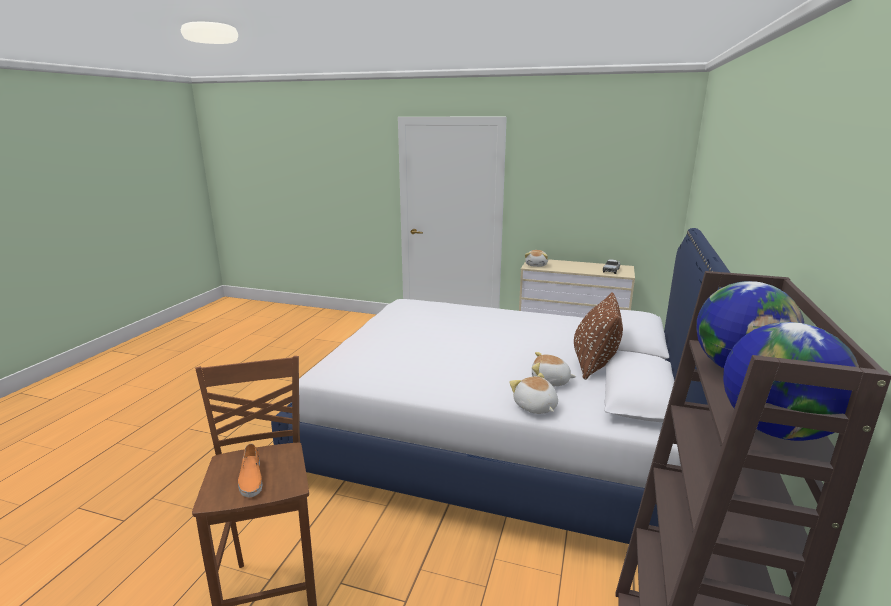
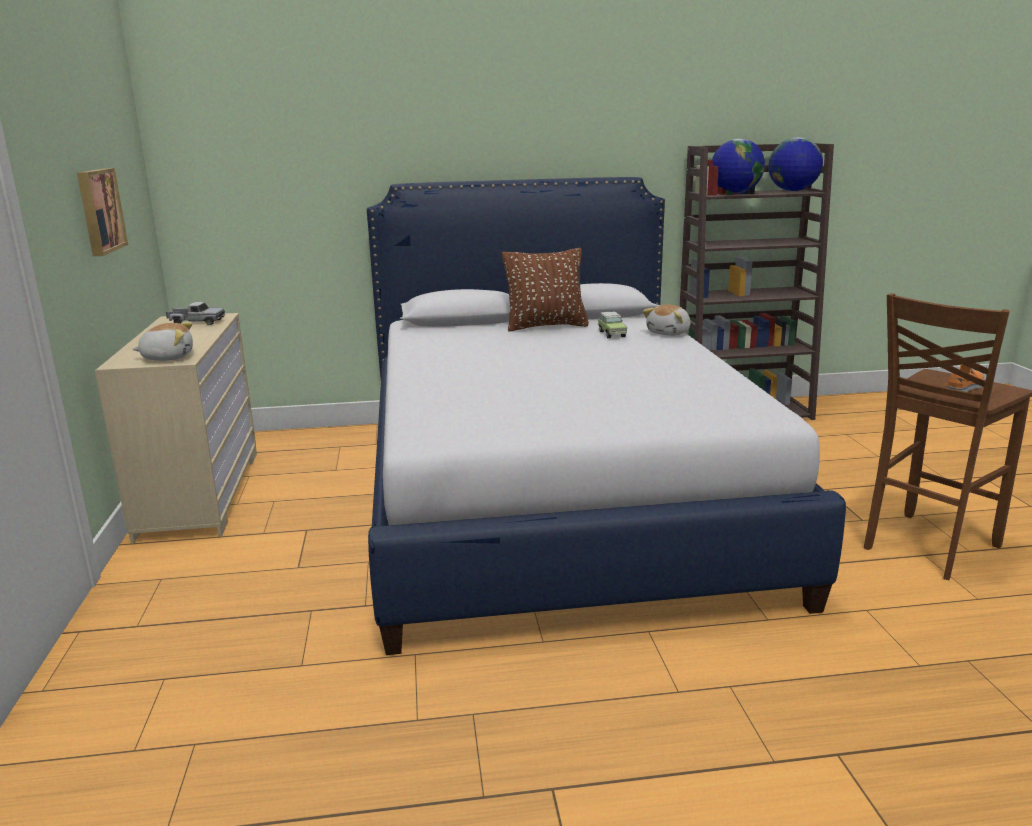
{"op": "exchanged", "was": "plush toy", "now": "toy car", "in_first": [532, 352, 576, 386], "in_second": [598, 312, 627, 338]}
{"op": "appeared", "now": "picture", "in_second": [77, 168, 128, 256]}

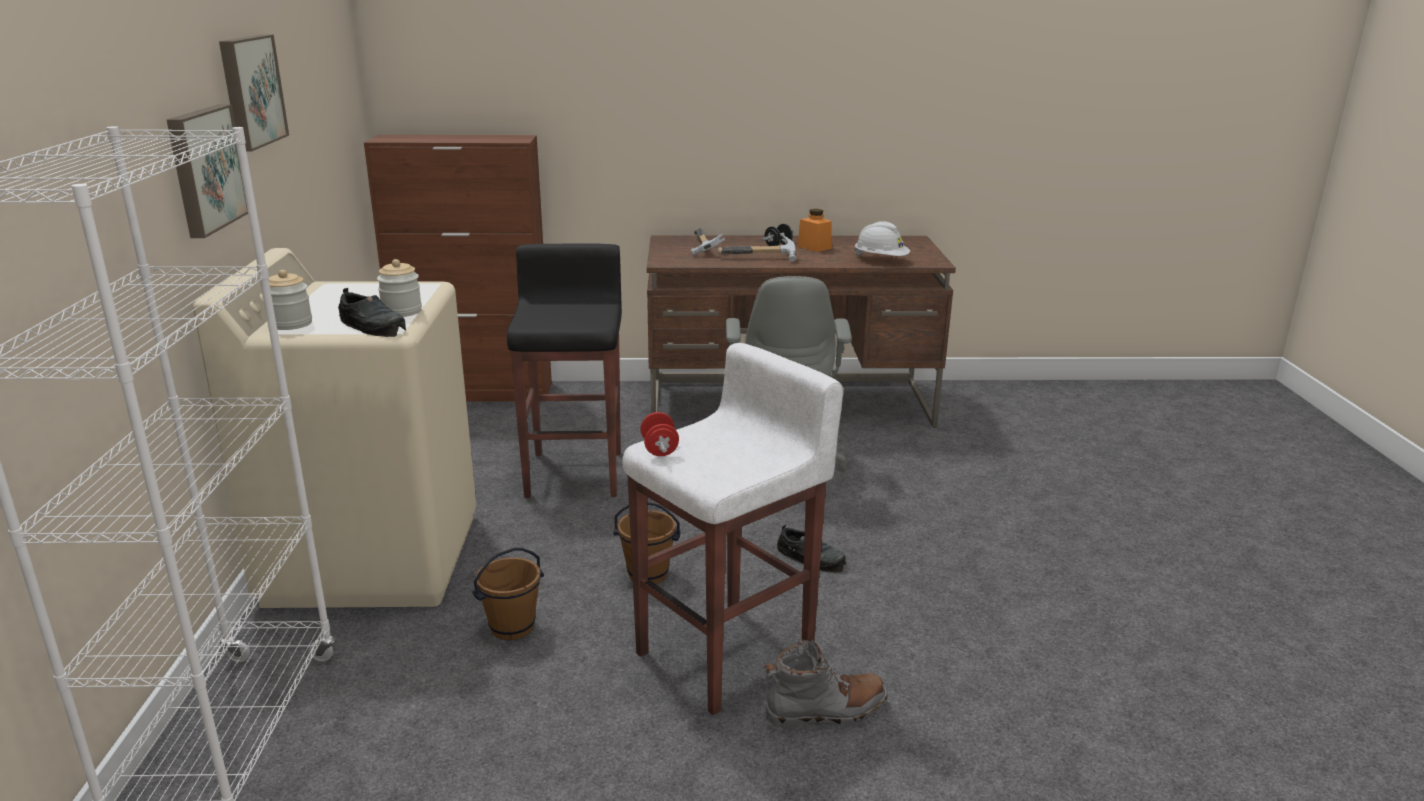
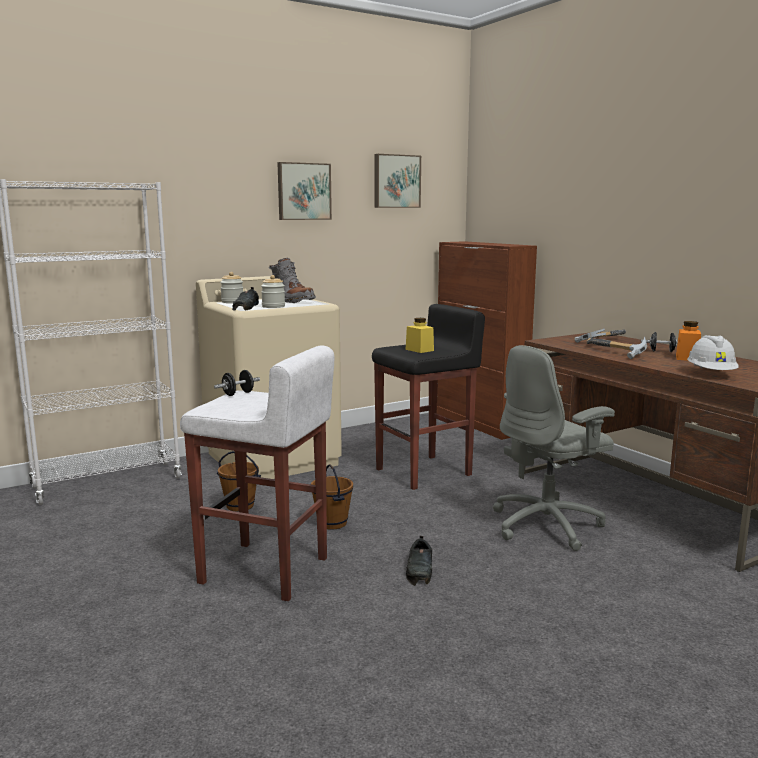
{"op": "relocated", "was": "picture", "in_first": [167, 104, 248, 238], "in_second": [375, 154, 421, 208]}
{"op": "colour", "was": "red dumbbell", "now": "black dumbbell", "in_first": [640, 412, 679, 456], "in_second": [214, 370, 260, 396]}
{"op": "relocated", "was": "grey boot", "in_first": [764, 639, 888, 729], "in_second": [269, 258, 316, 303]}
{"op": "appeared", "now": "yellow jar", "in_second": [406, 318, 434, 353]}

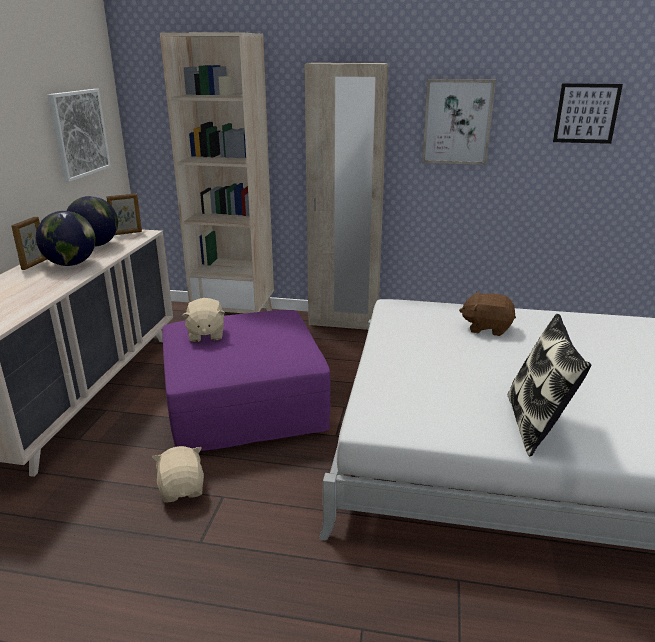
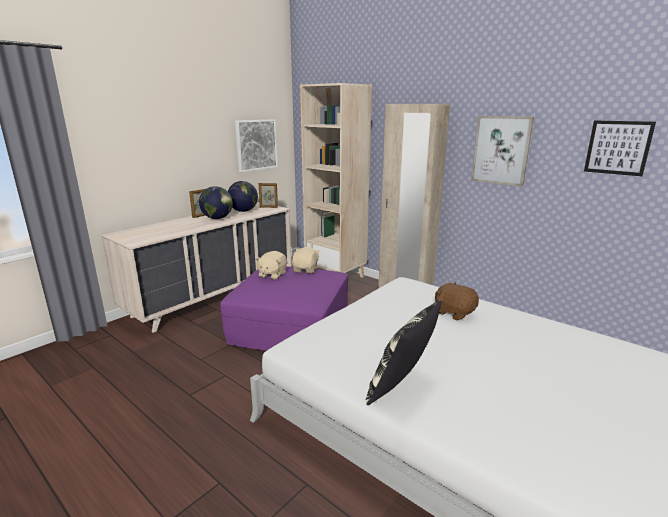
{"op": "relocated", "was": "beige plush toy", "in_first": [152, 446, 204, 502], "in_second": [292, 247, 320, 274]}

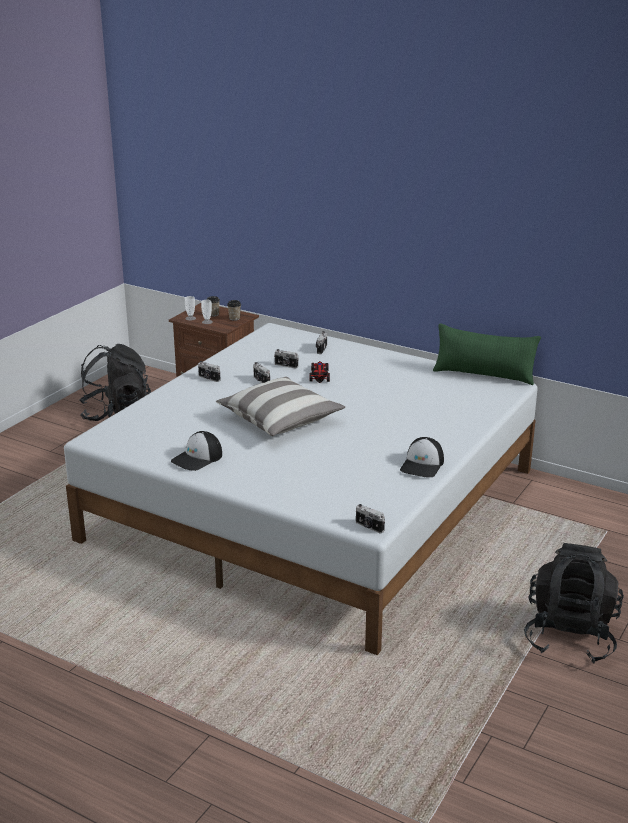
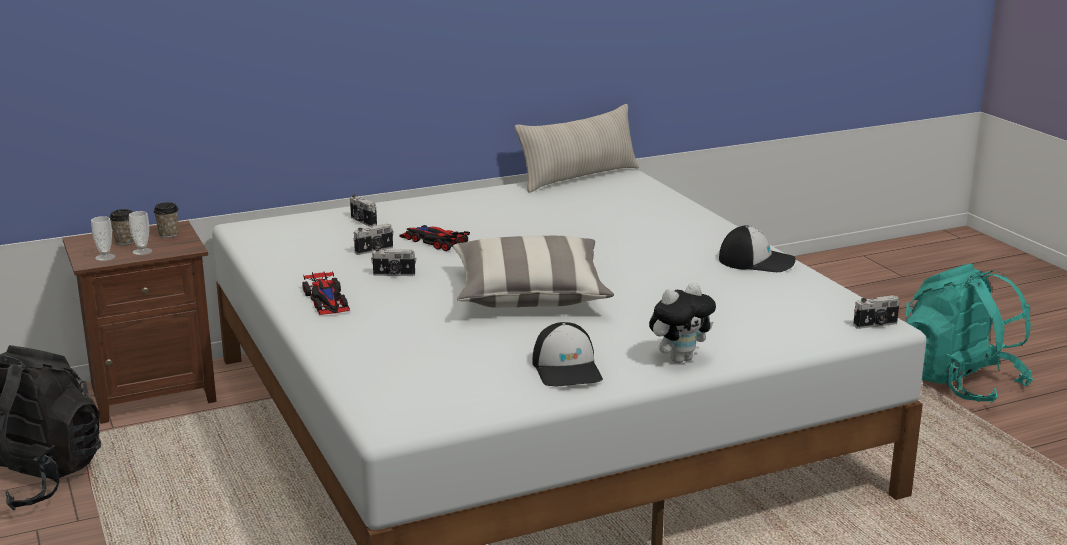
{"op": "exchanged", "was": "photo camera", "now": "toy car", "in_first": [198, 361, 221, 382], "in_second": [302, 271, 350, 315]}
{"op": "spun", "was": "cap", "in_first": [400, 437, 444, 477], "in_second": [719, 225, 796, 272], "clockwise": -45}
{"op": "colour", "was": "green pillow", "now": "beige pillow", "in_first": [433, 323, 541, 385], "in_second": [515, 104, 639, 193]}
{"op": "colour", "was": "black backpack", "now": "turquoise backpack", "in_first": [524, 543, 624, 664], "in_second": [906, 263, 1033, 403]}
{"op": "appeared", "now": "plush toy", "in_second": [649, 283, 716, 363]}

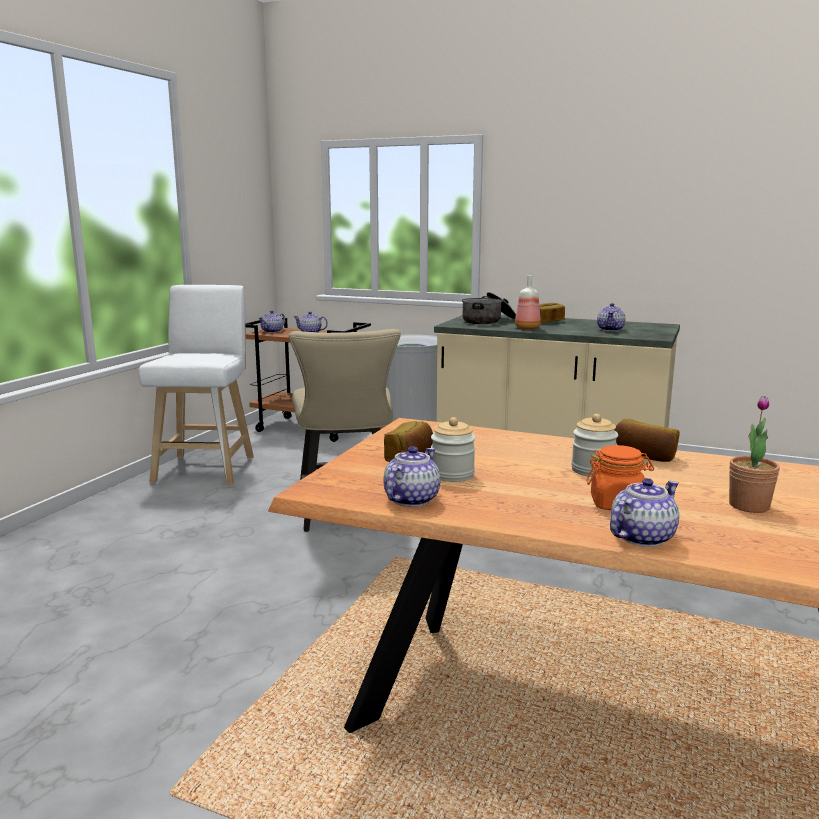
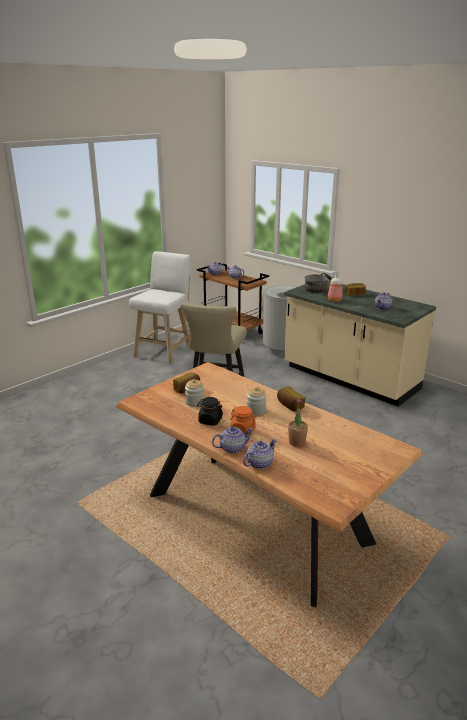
{"op": "relocated", "was": "teapot", "in_first": [384, 446, 440, 507], "in_second": [243, 439, 277, 469]}
{"op": "appeared", "now": "black jar", "in_second": [197, 397, 223, 426]}

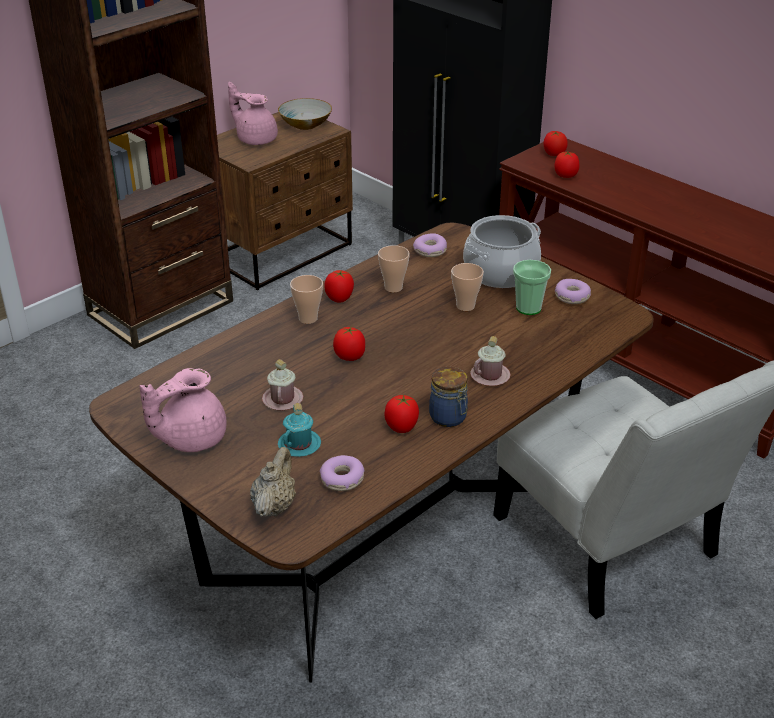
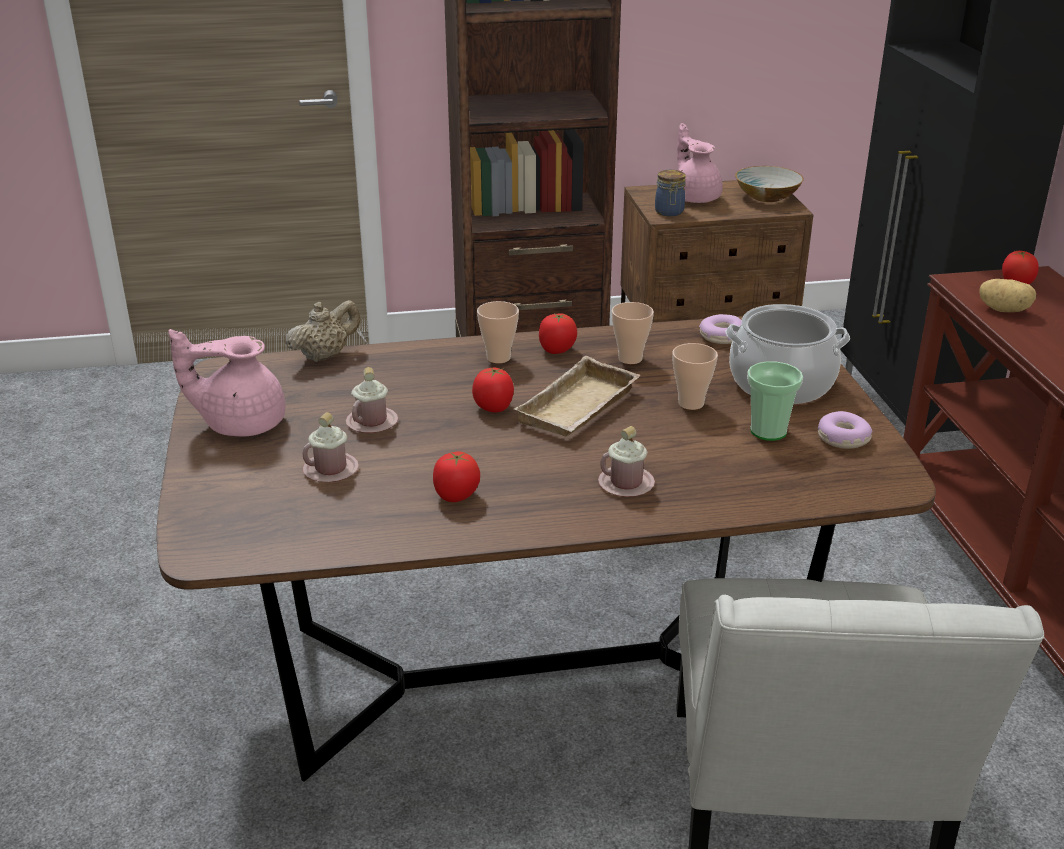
{"op": "relocated", "was": "beige teapot", "in_first": [250, 447, 296, 517], "in_second": [286, 300, 360, 362]}
{"op": "colour", "was": "turquoise mug", "now": "pink mug", "in_first": [278, 403, 321, 457], "in_second": [302, 412, 359, 482]}
{"op": "missing", "was": "donut", "in_first": [320, 455, 365, 491]}
{"op": "relocated", "was": "jar", "in_first": [429, 367, 468, 427], "in_second": [655, 170, 686, 217]}
{"op": "exchanged", "was": "tomato", "now": "potato", "in_first": [554, 151, 580, 178], "in_second": [979, 279, 1036, 312]}
{"op": "appeared", "now": "beige tray", "in_second": [514, 356, 640, 437]}

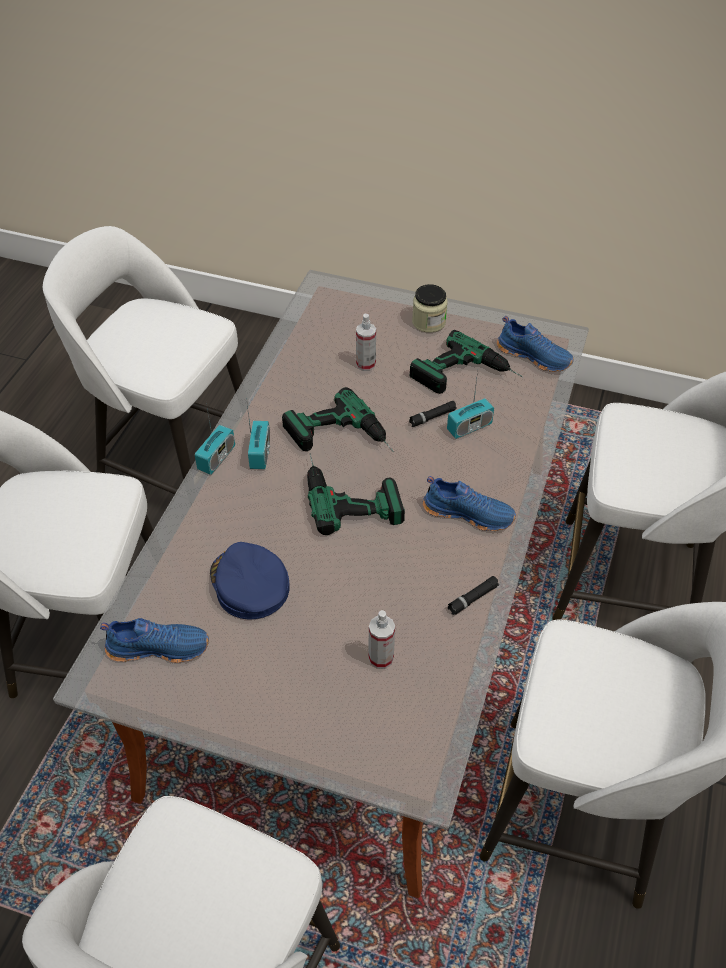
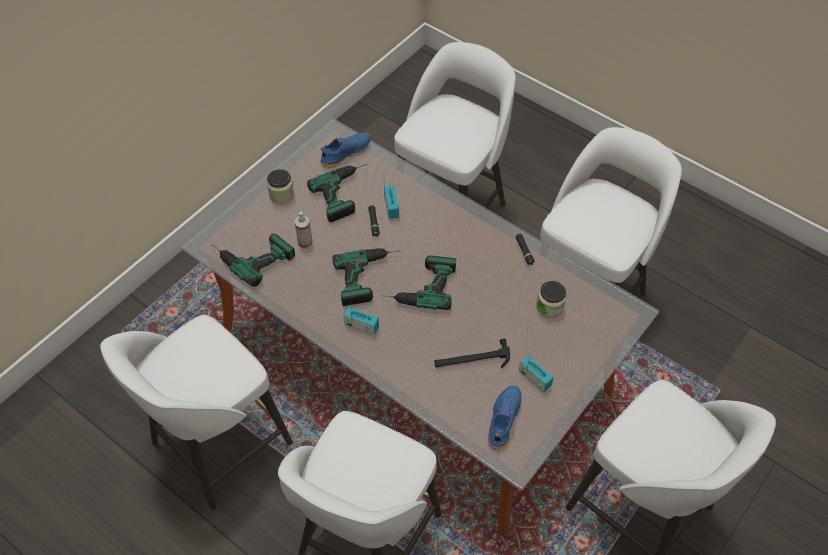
{"op": "relocated", "was": "radio", "in_first": [195, 403, 235, 475], "in_second": [519, 351, 554, 393]}
{"op": "exchanged", "was": "blue cap", "now": "hammer", "in_first": [210, 542, 289, 620], "in_second": [434, 338, 510, 368]}
{"op": "exchanged", "was": "spray bottle", "now": "jar", "in_first": [368, 610, 395, 669], "in_second": [536, 281, 567, 318]}
{"op": "missing", "was": "blue shoe", "in_first": [422, 476, 516, 531]}
{"op": "appeared", "now": "power drill", "in_second": [213, 234, 295, 287]}

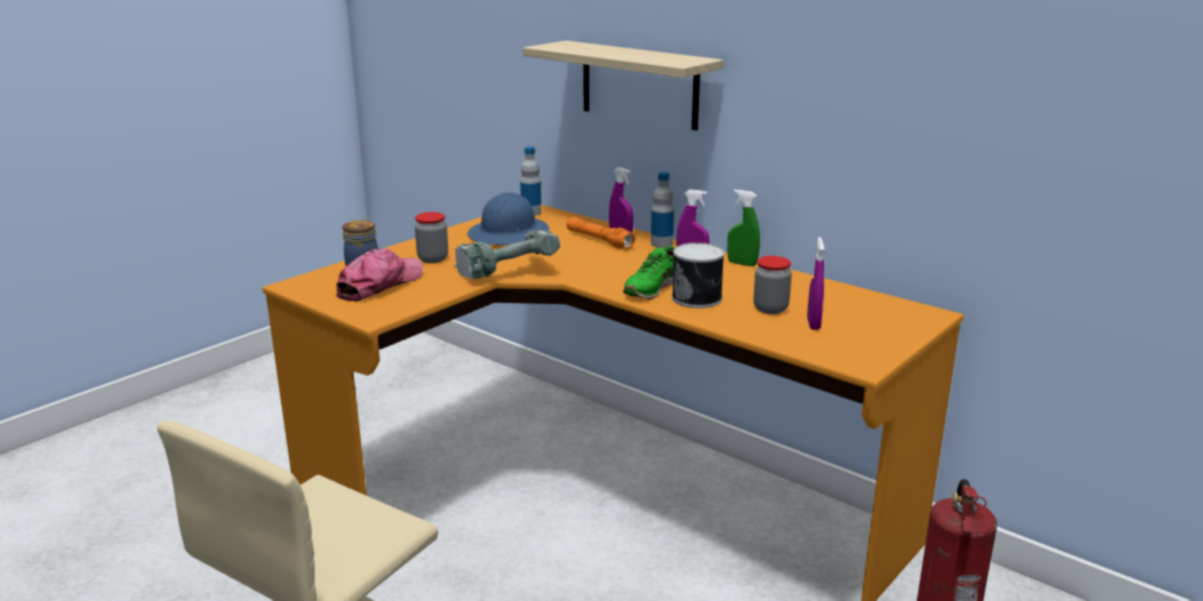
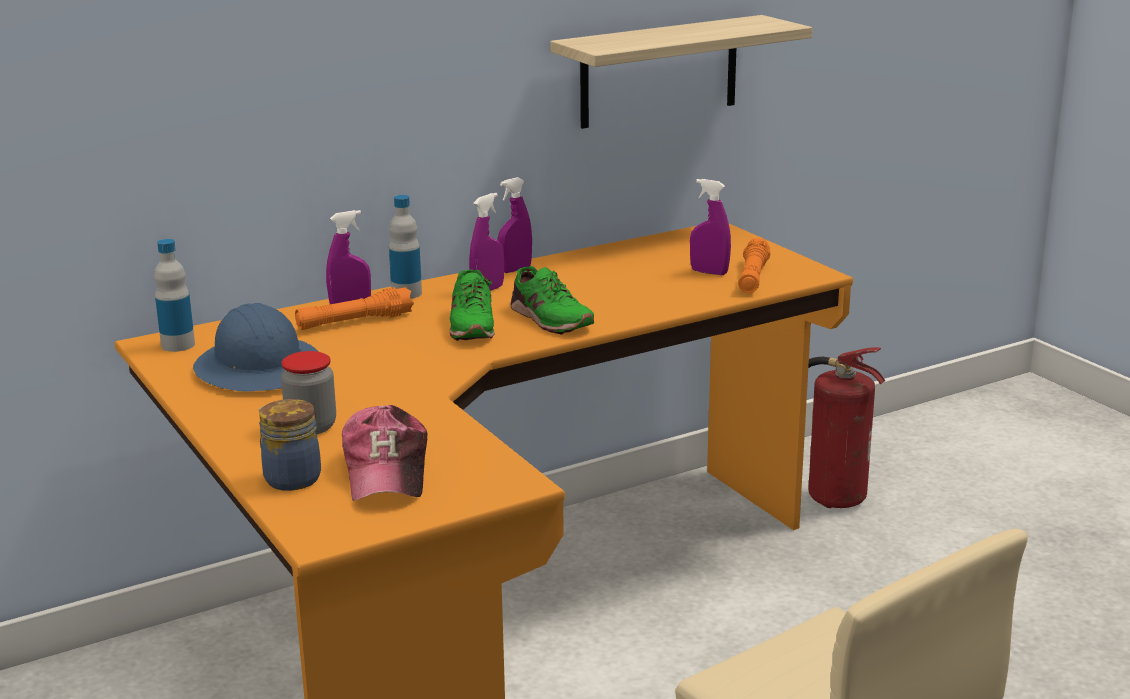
{"op": "spun", "was": "cap", "in_first": [336, 248, 423, 301], "in_second": [342, 405, 427, 501], "clockwise": -150}
{"op": "missing", "was": "power drill", "in_first": [454, 229, 560, 279]}
{"op": "relocated", "was": "shelf", "in_first": [523, 41, 724, 131], "in_second": [550, 15, 813, 129]}
{"op": "missing", "was": "can", "in_first": [672, 243, 725, 308]}
{"op": "colour", "was": "green spray bottle", "now": "purple spray bottle", "in_first": [727, 190, 760, 266], "in_second": [497, 177, 532, 273]}
{"op": "missing", "was": "jar", "in_first": [753, 256, 792, 314]}
{"op": "appeared", "now": "green shoe", "in_second": [450, 269, 495, 341]}
{"op": "appeared", "now": "orange flashlight", "in_second": [738, 238, 771, 293]}

